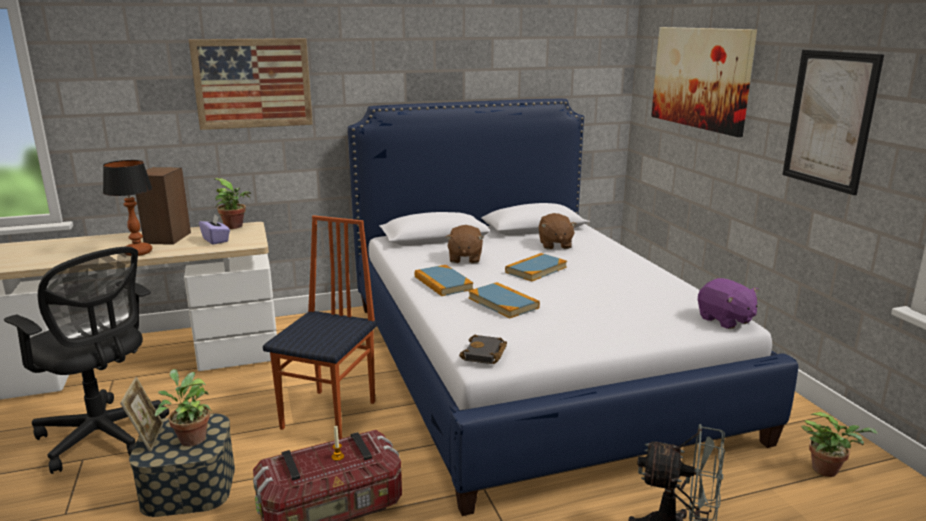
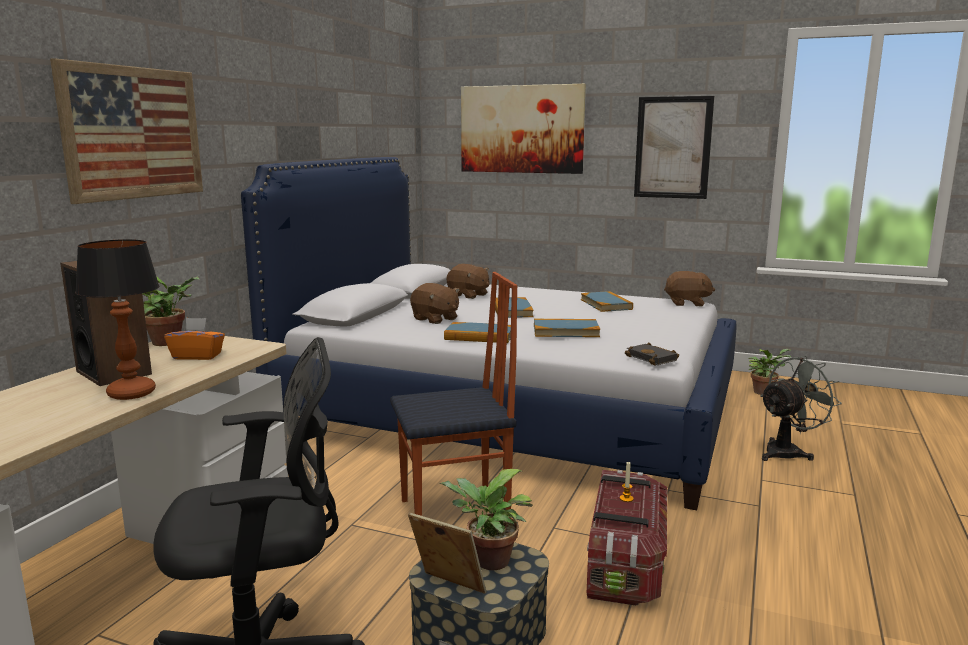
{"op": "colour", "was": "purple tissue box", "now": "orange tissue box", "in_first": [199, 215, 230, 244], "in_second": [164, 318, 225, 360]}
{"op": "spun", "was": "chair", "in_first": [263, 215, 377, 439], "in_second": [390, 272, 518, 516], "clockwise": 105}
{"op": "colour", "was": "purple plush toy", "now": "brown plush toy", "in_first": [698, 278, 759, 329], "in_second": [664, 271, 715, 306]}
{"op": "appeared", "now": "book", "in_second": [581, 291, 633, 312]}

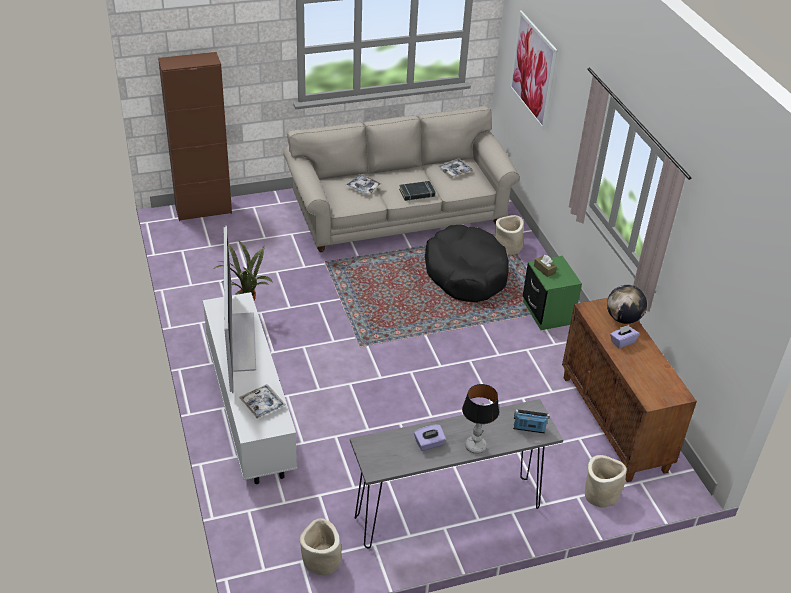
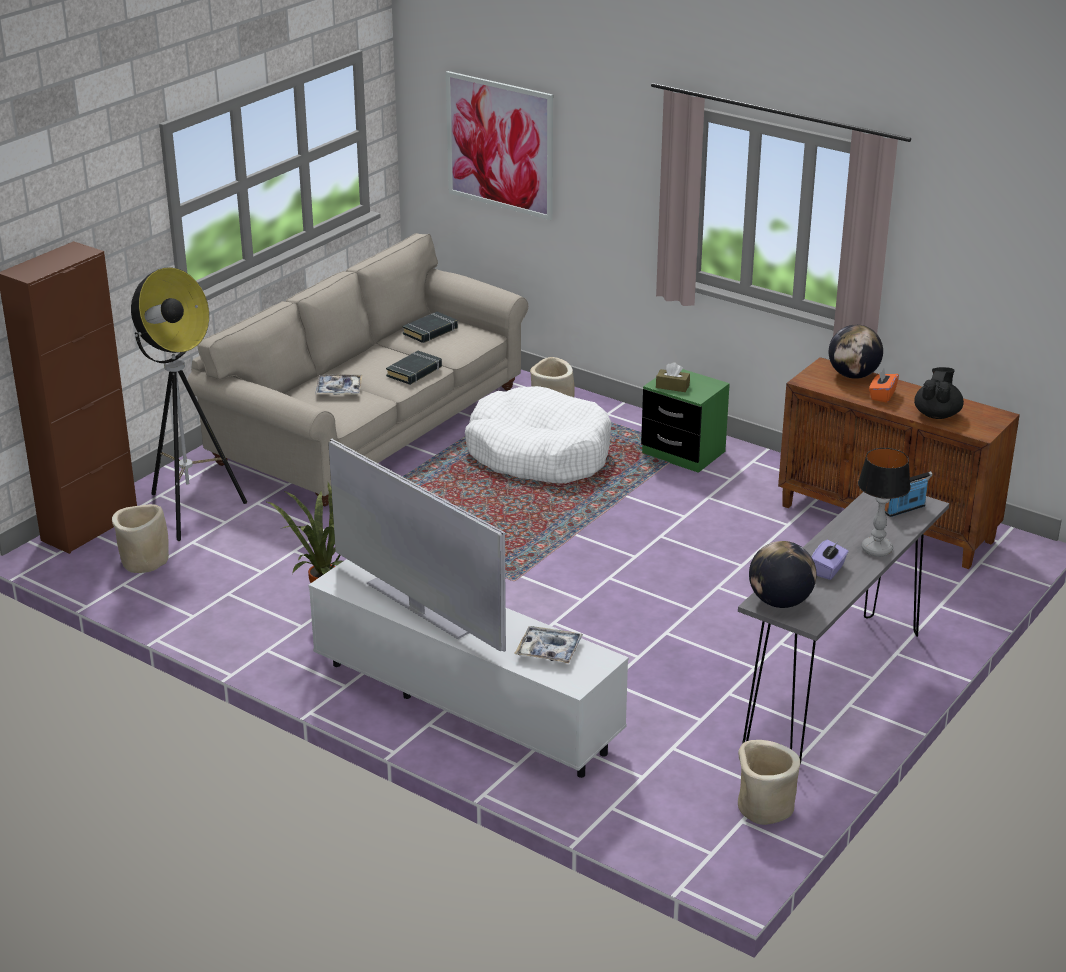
{"op": "colour", "was": "black dog bed", "now": "white dog bed", "in_first": [425, 225, 509, 302], "in_second": [465, 386, 611, 484]}
{"op": "exchanged", "was": "tray", "now": "black book", "in_first": [438, 158, 473, 177], "in_second": [403, 312, 458, 343]}
{"op": "relocated", "was": "beige planter", "in_first": [585, 455, 627, 508], "in_second": [112, 504, 169, 573]}
{"op": "colour", "was": "purple tissue box", "now": "orange tissue box", "in_first": [610, 325, 640, 349], "in_second": [869, 369, 899, 403]}
{"op": "appeared", "now": "floor lamp", "in_second": [131, 267, 247, 541]}
{"op": "appeared", "now": "globe", "in_second": [749, 541, 817, 608]}
{"op": "appeared", "now": "black teapot", "in_second": [914, 367, 964, 419]}

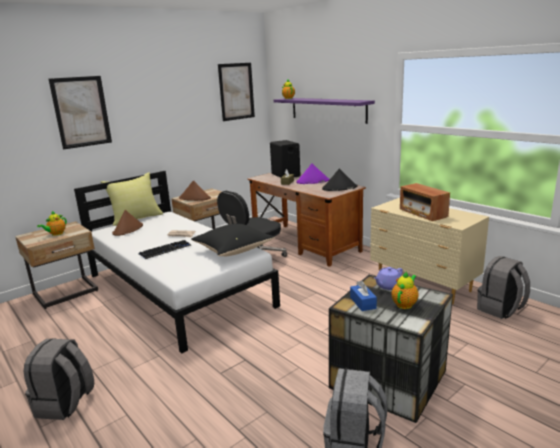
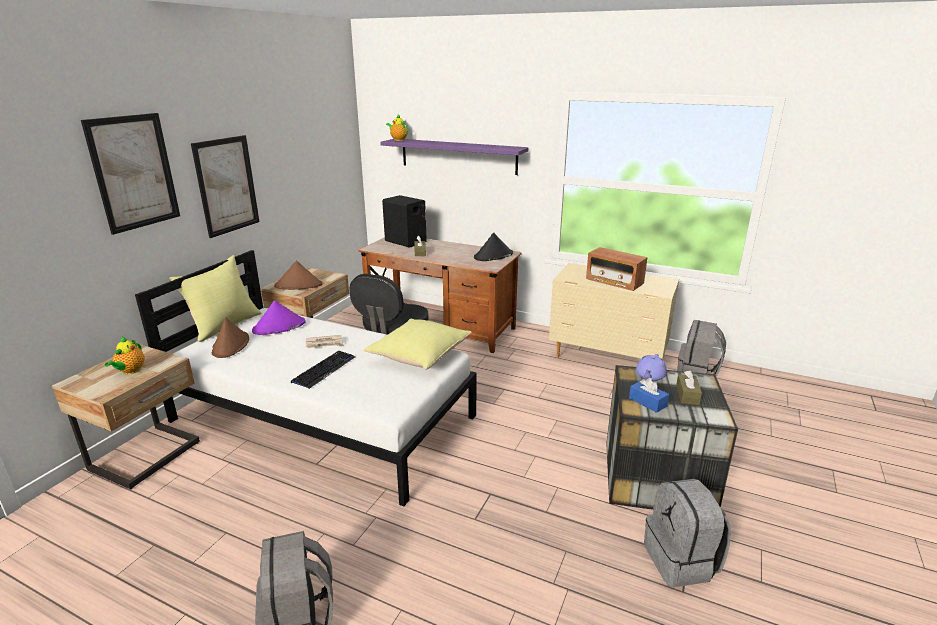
{"op": "colour", "was": "black pillow", "now": "yellow pillow", "in_first": [191, 224, 275, 257], "in_second": [364, 318, 472, 370]}
{"op": "relocated", "was": "picture", "in_first": [218, 63, 255, 121], "in_second": [191, 135, 259, 238]}
{"op": "relocated", "was": "purple hat", "in_first": [296, 164, 330, 184], "in_second": [252, 300, 306, 335]}
{"op": "exchanged", "was": "teapot", "now": "brown tissue box", "in_first": [391, 271, 419, 309], "in_second": [676, 371, 702, 405]}

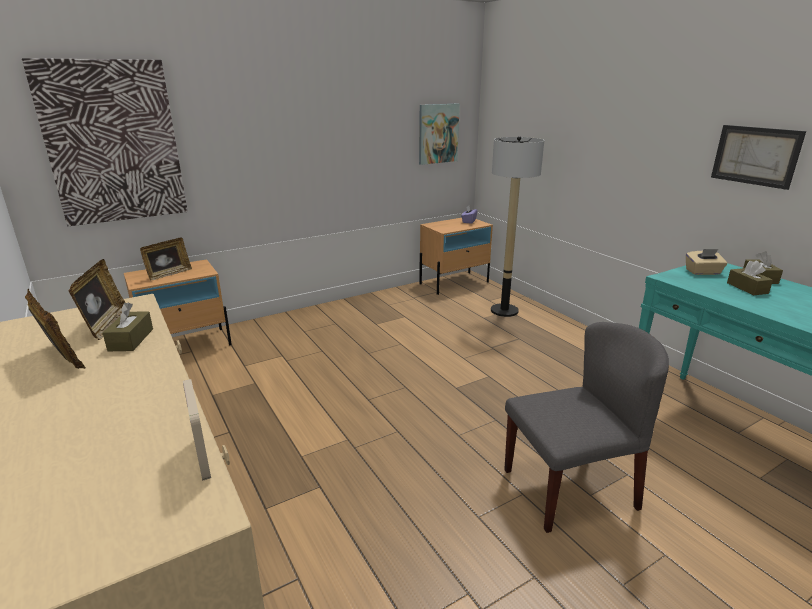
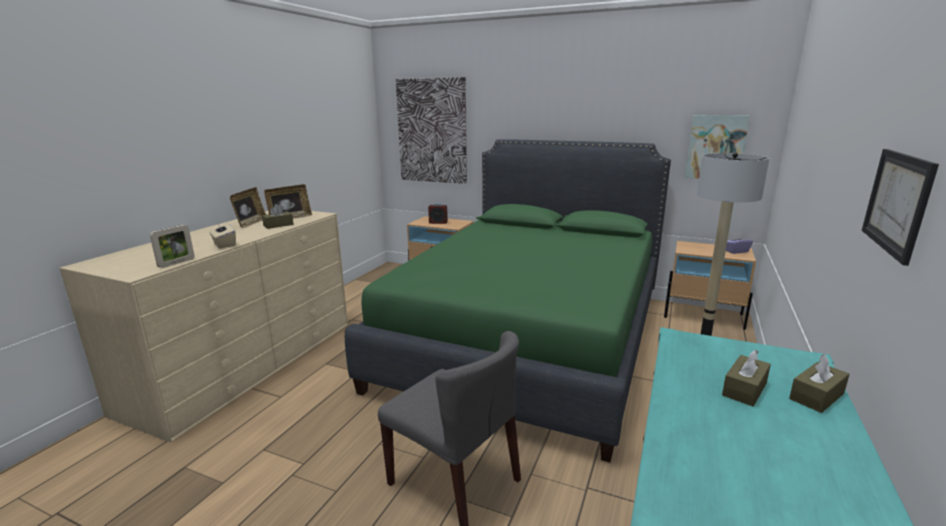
{"op": "exchanged", "was": "picture frame", "now": "alarm clock", "in_first": [140, 237, 192, 280], "in_second": [428, 203, 448, 224]}
{"op": "relocated", "was": "beige tissue box", "in_first": [686, 249, 728, 275], "in_second": [209, 223, 236, 248]}
{"op": "appeared", "now": "green bed", "in_second": [345, 139, 671, 462]}

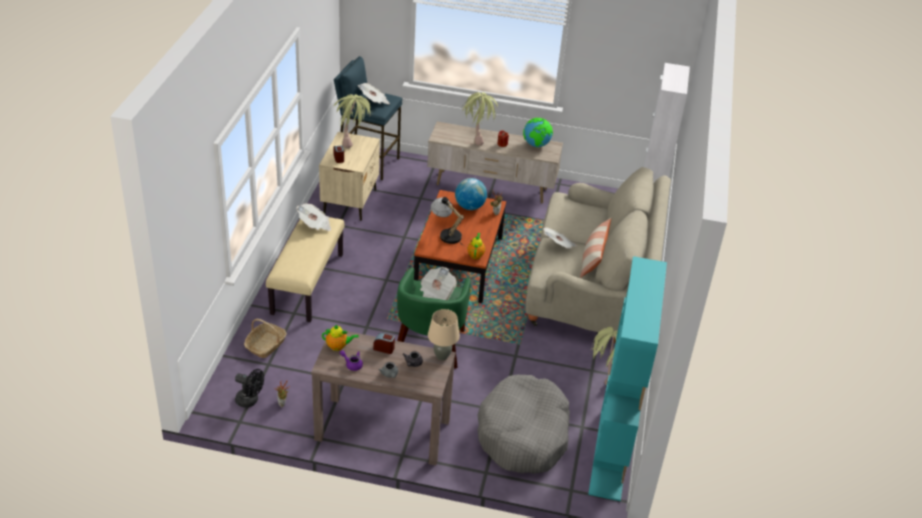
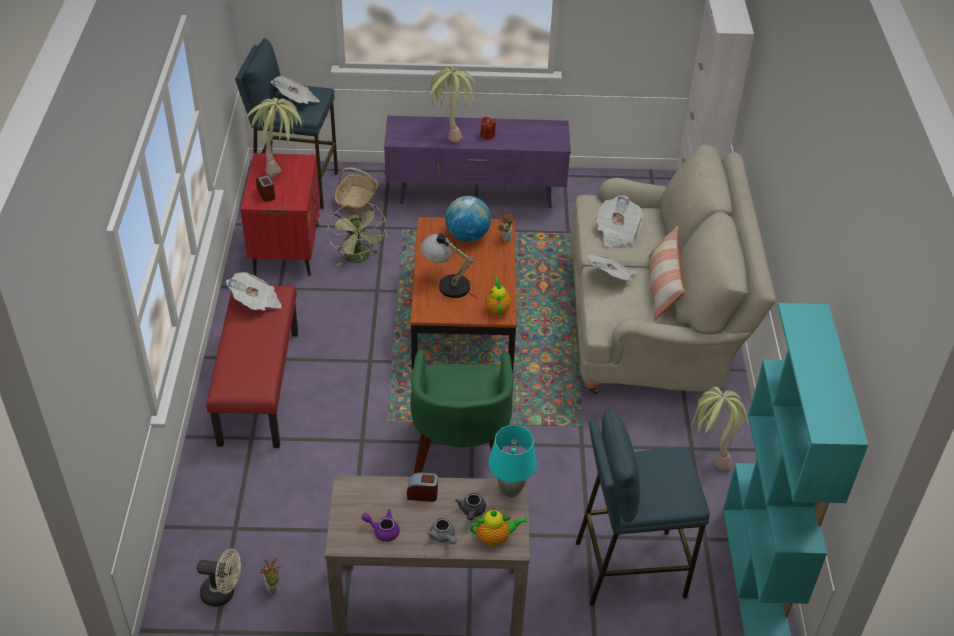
{"op": "colour", "was": "black fan", "now": "beige fan", "in_first": [235, 369, 264, 408], "in_second": [197, 548, 241, 607]}
{"op": "relocated", "was": "basket", "in_first": [244, 319, 287, 358], "in_second": [335, 167, 379, 213]}
{"op": "colour", "was": "beige bench", "now": "red bench", "in_first": [266, 217, 345, 322], "in_second": [206, 286, 298, 448]}
{"op": "colour", "was": "beige nightstand", "now": "red nightstand", "in_first": [319, 132, 380, 221], "in_second": [240, 153, 320, 276]}
{"op": "relocated", "was": "teapot", "in_first": [322, 325, 359, 351], "in_second": [470, 509, 527, 546]}
{"op": "relocated", "was": "newspaper", "in_first": [420, 267, 457, 300], "in_second": [596, 195, 644, 247]}
{"op": "colour", "was": "beige tv stand", "now": "purple tv stand", "in_first": [427, 122, 563, 203], "in_second": [384, 116, 571, 208]}
{"op": "colour", "was": "beige table lamp", "now": "turquoise table lamp", "in_first": [428, 309, 460, 360], "in_second": [489, 425, 537, 497]}
{"op": "exchanged", "was": "grey dog bed", "now": "blue stool", "in_first": [478, 375, 570, 474], "in_second": [576, 409, 710, 606]}
{"op": "missing", "was": "globe", "in_first": [523, 118, 553, 147]}
{"op": "appeared", "now": "green fan", "in_second": [327, 202, 387, 266]}

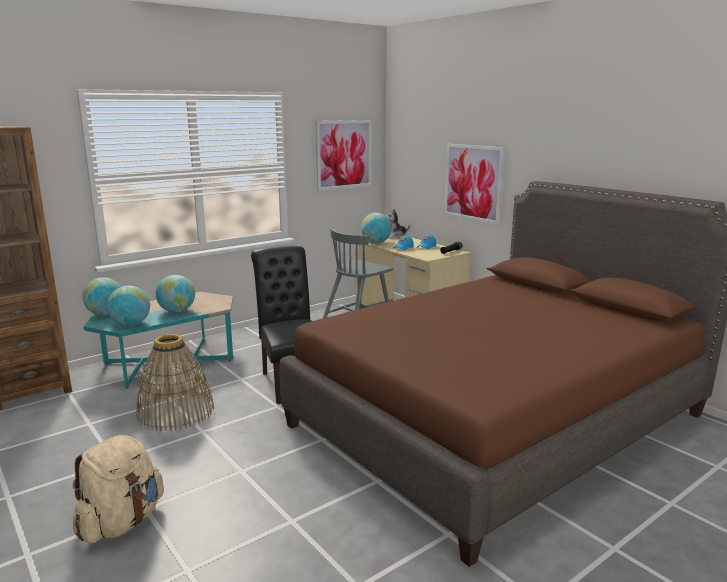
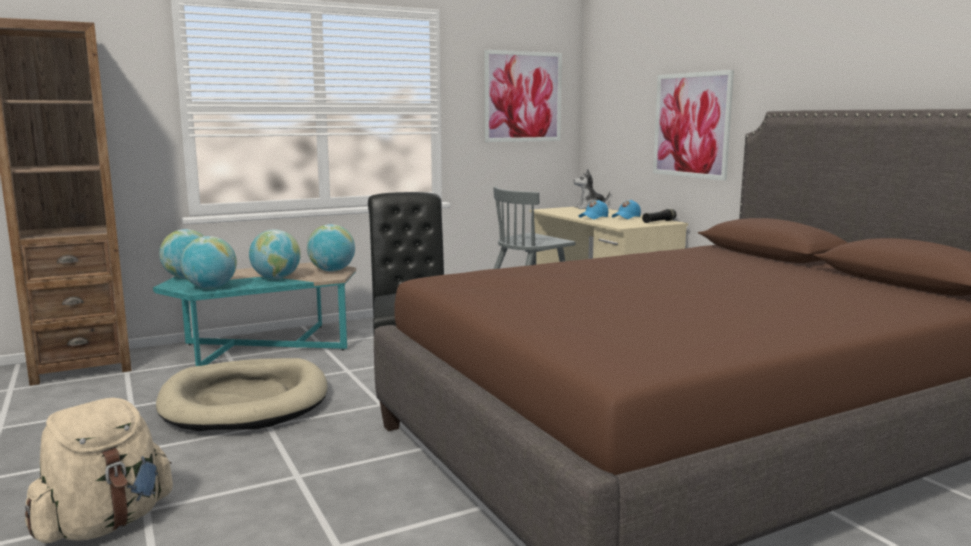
{"op": "exchanged", "was": "basket", "now": "beige dog bed", "in_first": [136, 334, 214, 431], "in_second": [156, 358, 328, 431]}
{"op": "relocated", "was": "globe", "in_first": [361, 213, 392, 243], "in_second": [307, 224, 355, 272]}

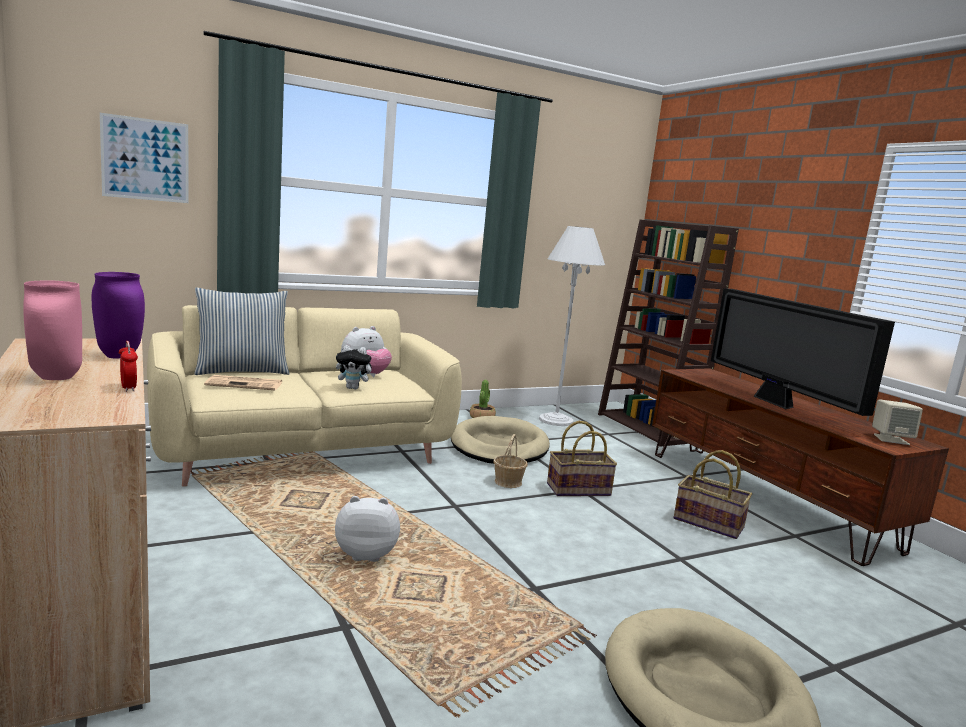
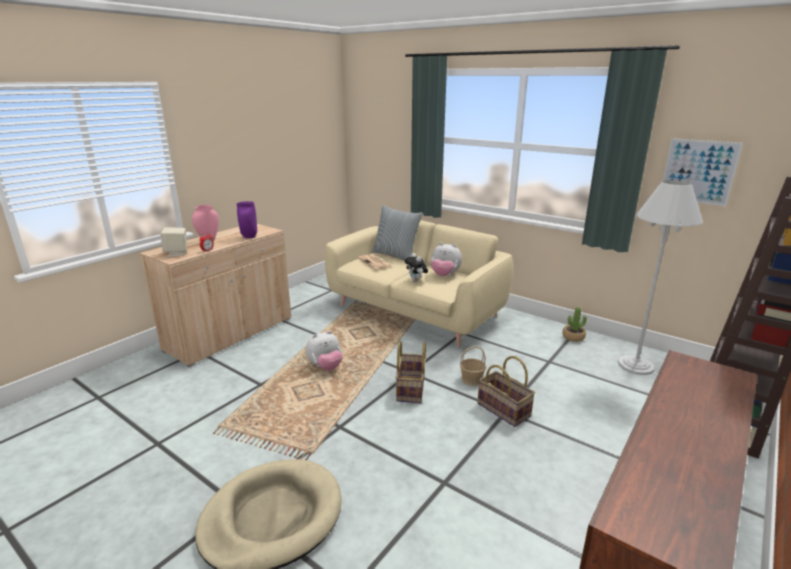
{"op": "relocated", "was": "picture", "in_first": [100, 113, 189, 203], "in_second": [662, 138, 743, 206]}
{"op": "spun", "was": "plush toy", "in_first": [335, 496, 400, 562], "in_second": [306, 331, 343, 371], "clockwise": 90}
{"op": "missing", "was": "beige dog bed", "in_first": [451, 416, 550, 464]}
{"op": "relocated", "was": "basket", "in_first": [674, 450, 752, 539], "in_second": [395, 341, 426, 403]}
{"op": "missing", "was": "television", "in_first": [711, 288, 895, 416]}
{"op": "relocated", "was": "beige speaker", "in_first": [872, 399, 923, 445], "in_second": [161, 227, 187, 257]}

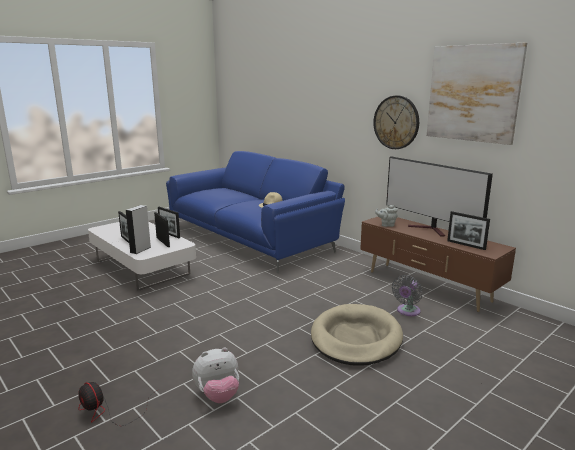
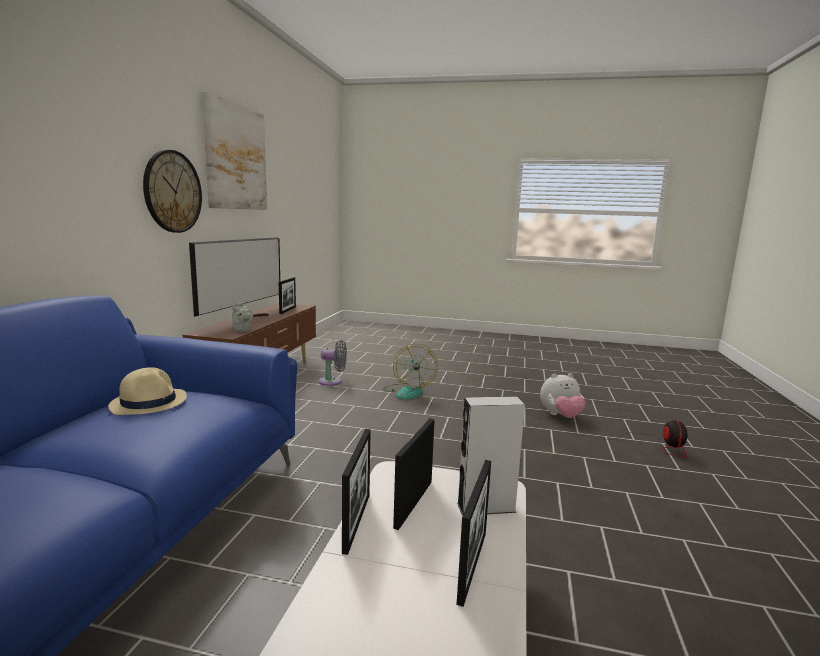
{"op": "spun", "was": "plush toy", "in_first": [192, 348, 239, 403], "in_second": [540, 373, 585, 418], "clockwise": 135}
{"op": "exchanged", "was": "beige dog bed", "now": "fan", "in_first": [311, 304, 403, 366], "in_second": [383, 344, 438, 399]}

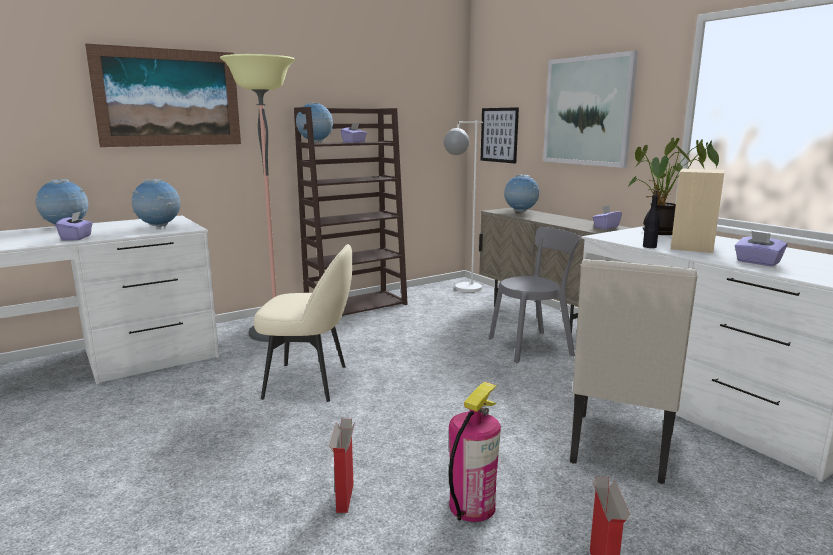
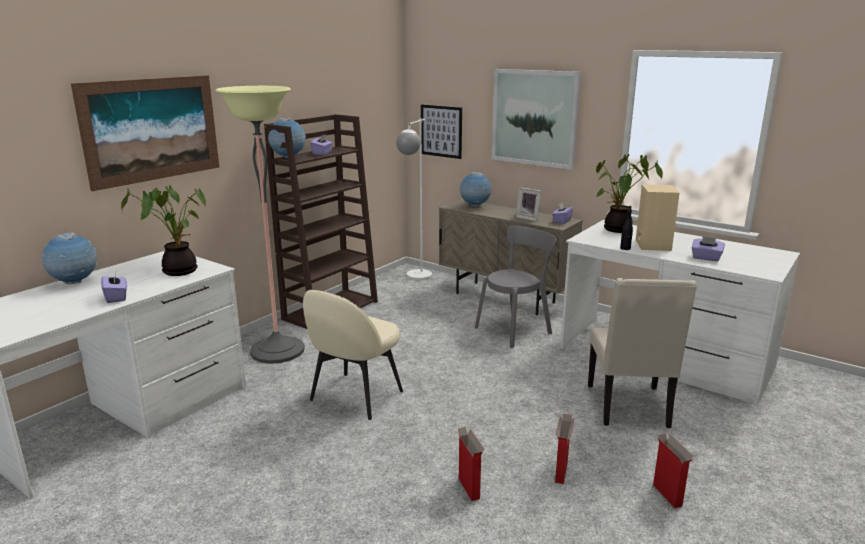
{"op": "exchanged", "was": "globe", "now": "potted plant", "in_first": [131, 179, 180, 227], "in_second": [121, 185, 206, 276]}
{"op": "spun", "was": "beige chair", "in_first": [254, 244, 352, 402], "in_second": [303, 290, 403, 420], "clockwise": 135}
{"op": "exchanged", "was": "fire extinguisher", "now": "cardboard box", "in_first": [449, 382, 501, 522], "in_second": [555, 414, 575, 484]}
{"op": "appeared", "now": "picture frame", "in_second": [515, 187, 542, 221]}

